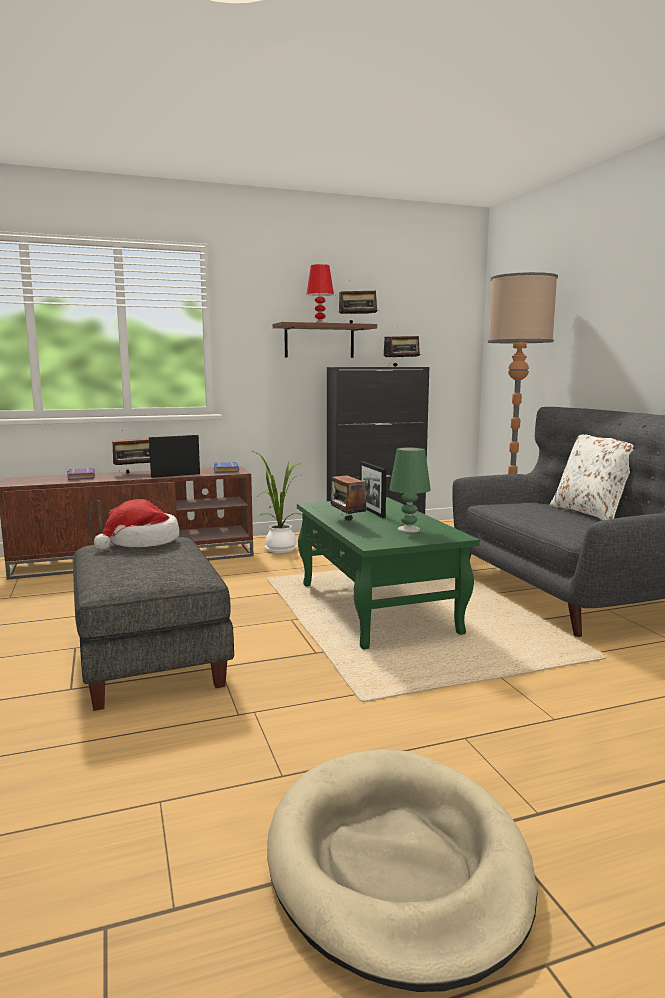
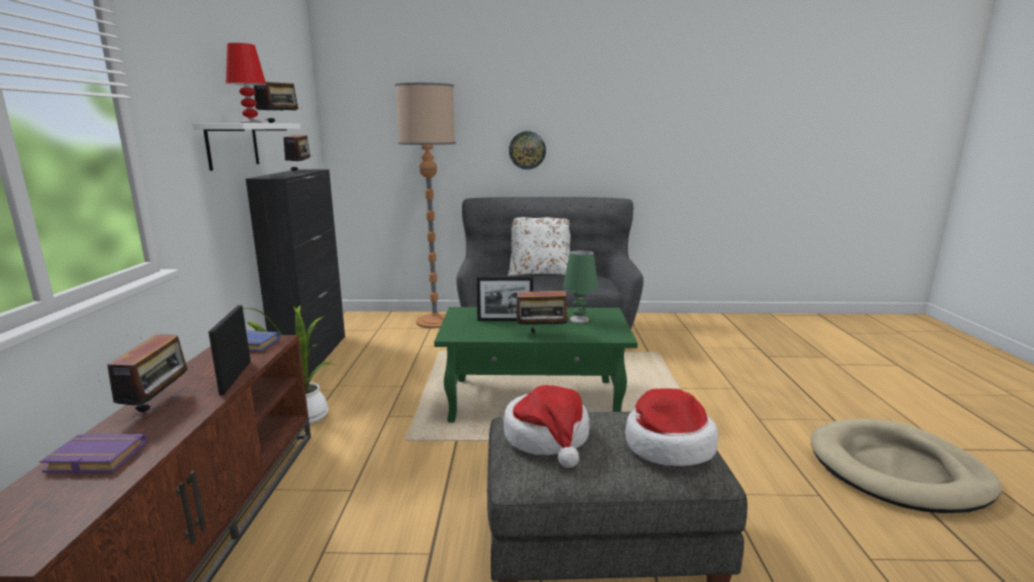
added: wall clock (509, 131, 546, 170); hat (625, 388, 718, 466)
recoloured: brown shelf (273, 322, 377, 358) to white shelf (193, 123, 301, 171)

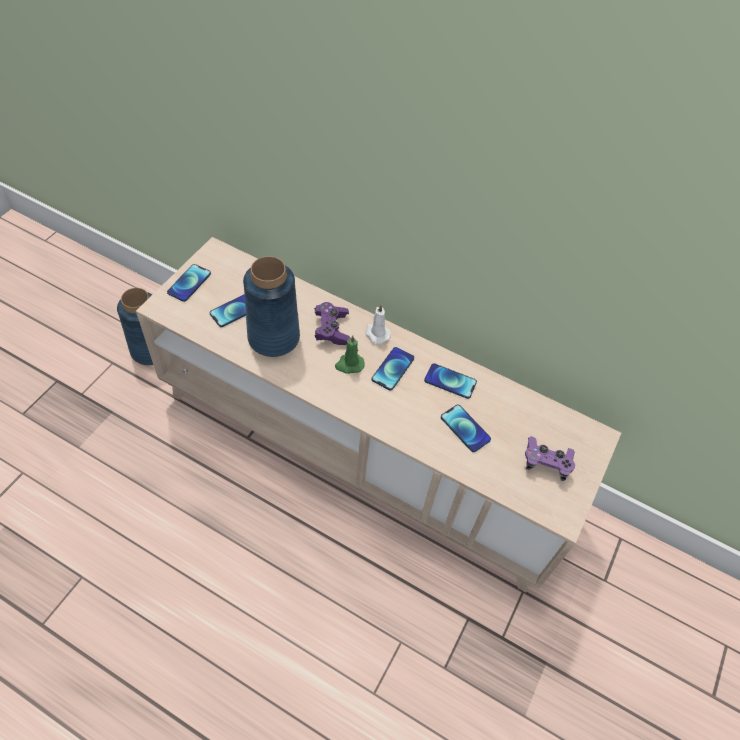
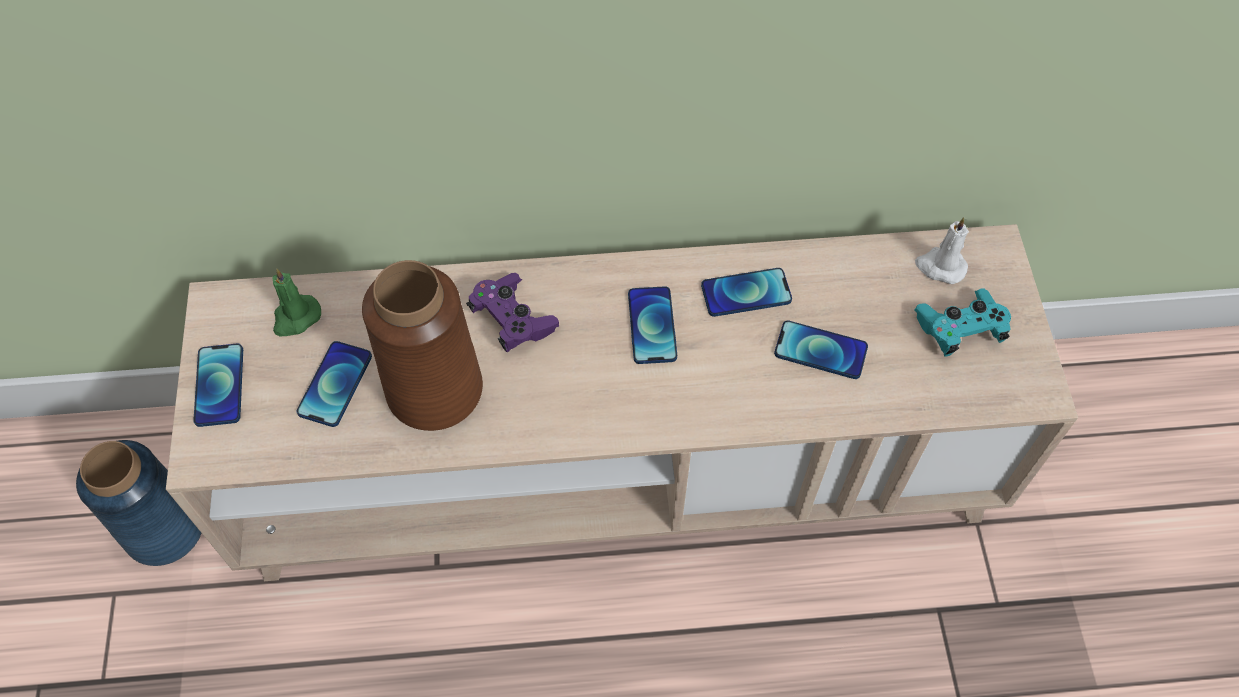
moved: green candle (335, 335, 365, 374) to (273, 268, 321, 336); white candle (365, 305, 391, 344) to (915, 217, 969, 284)
recoloured: blue vase (243, 256, 300, 357) to brown vase (362, 260, 483, 431); purple game controller (525, 436, 575, 481) to turquoise game controller (914, 289, 1011, 357)

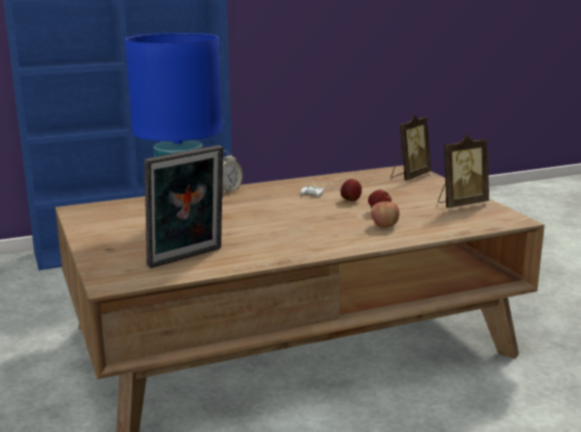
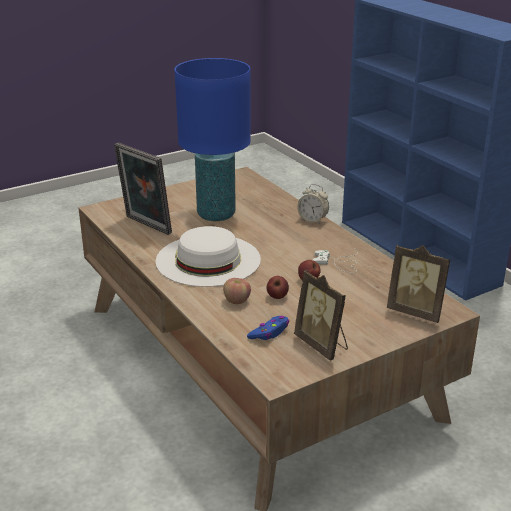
added: white hat (156, 226, 261, 287); blue game controller (247, 316, 289, 340)

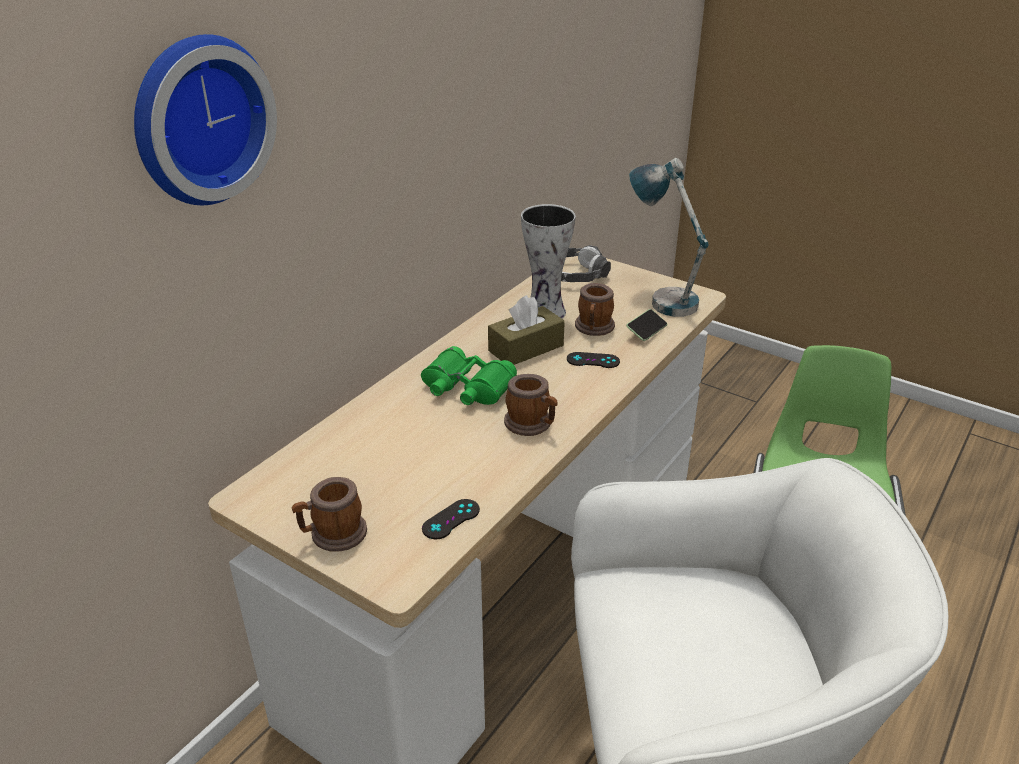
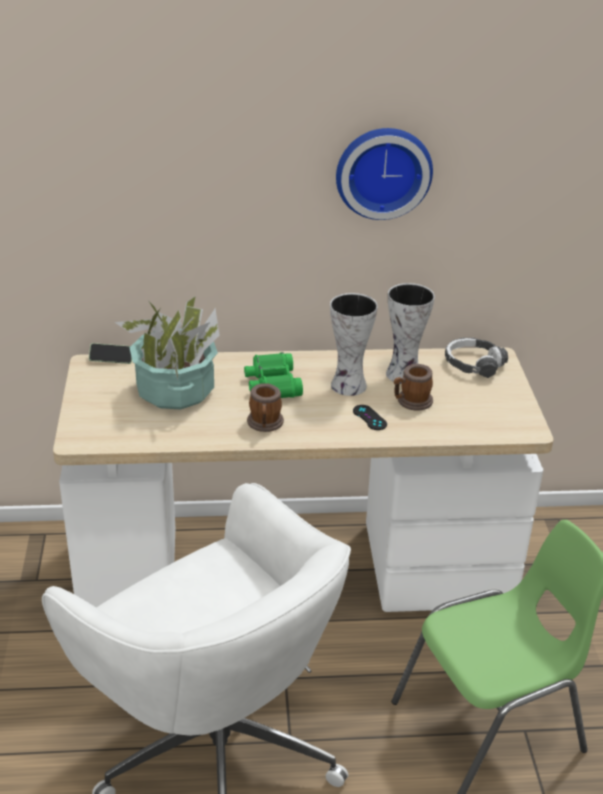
removed: mug (292, 477, 367, 552); black game controller (422, 499, 480, 539); table lamp (629, 158, 709, 317)
added: potted plant (115, 295, 220, 409)
moved: wall clock (134, 34, 277, 205) to (336, 128, 433, 220); phone (626, 309, 668, 341) to (89, 343, 132, 364)
replaced: brown tissue box (488, 295, 565, 365) to vase (330, 293, 378, 396)

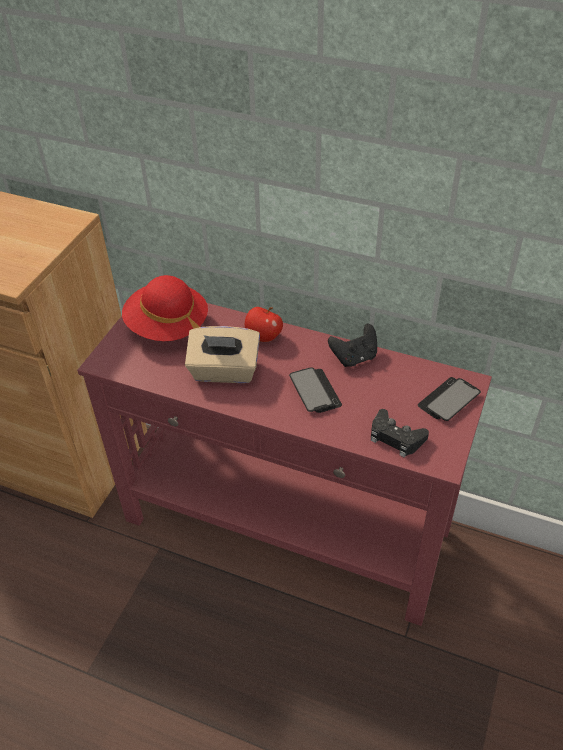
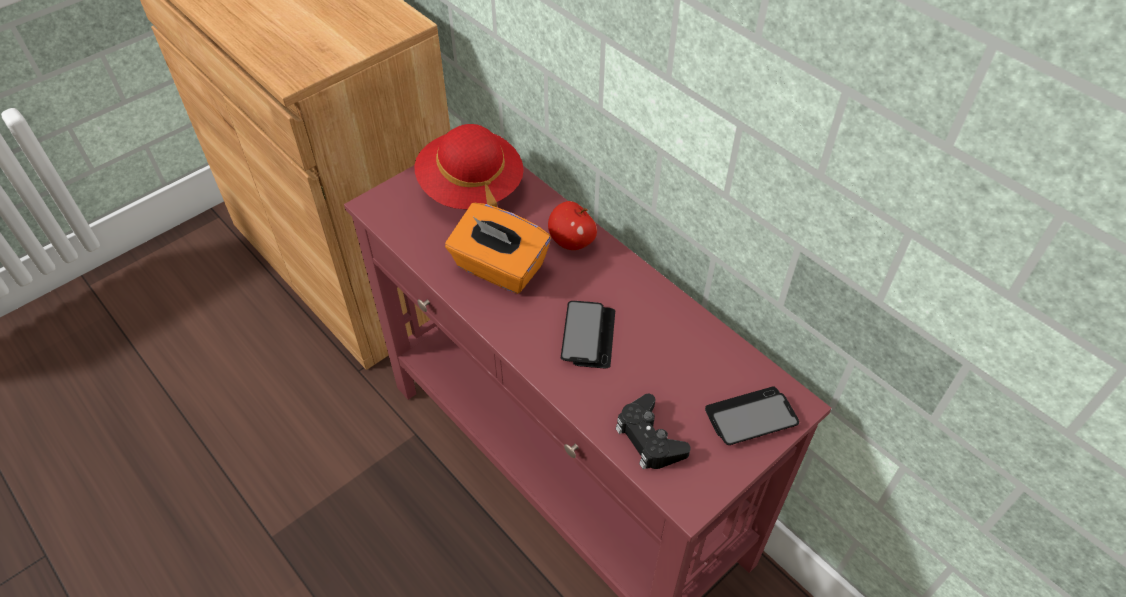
removed: black game controller (328, 324, 377, 367)
recoloured: beige tissue box (185, 326, 260, 383) to orange tissue box (445, 203, 551, 294)

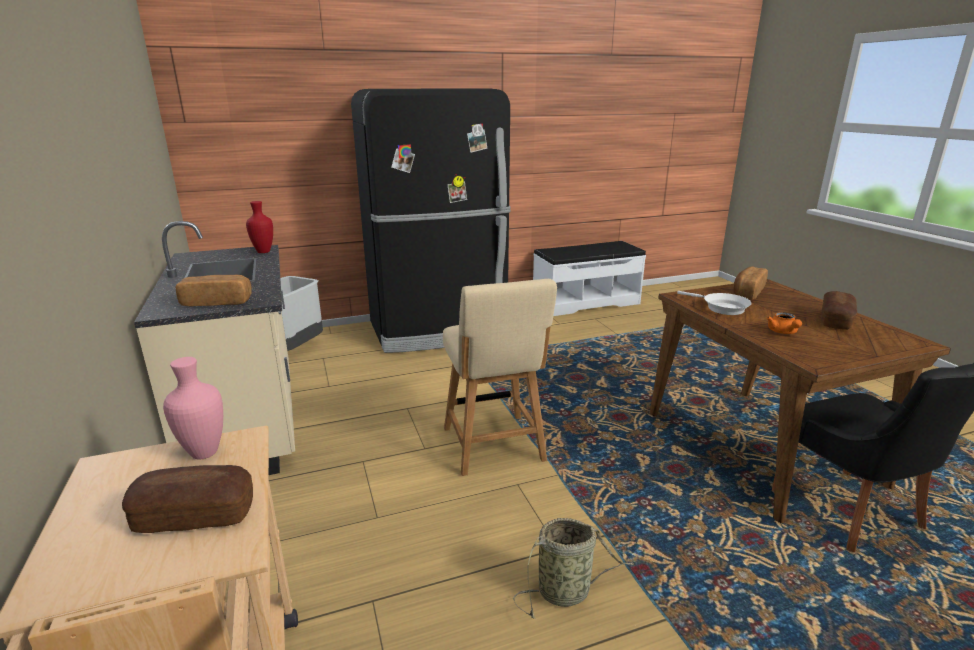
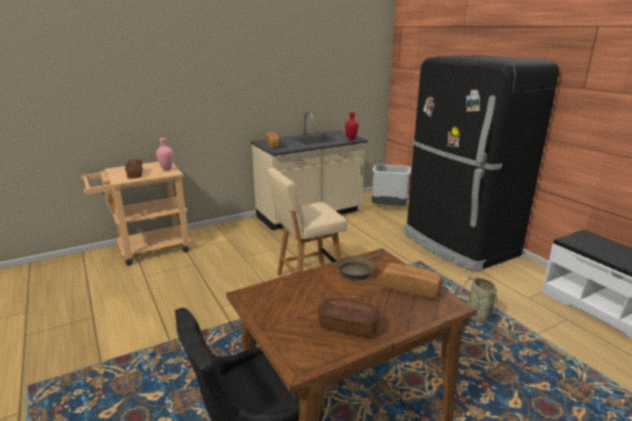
removed: orange teapot (767, 312, 802, 334)
moved: basket (513, 518, 634, 619) to (456, 276, 512, 334)
recoloured: white frying pan (677, 291, 752, 315) to brown frying pan (336, 252, 384, 280)

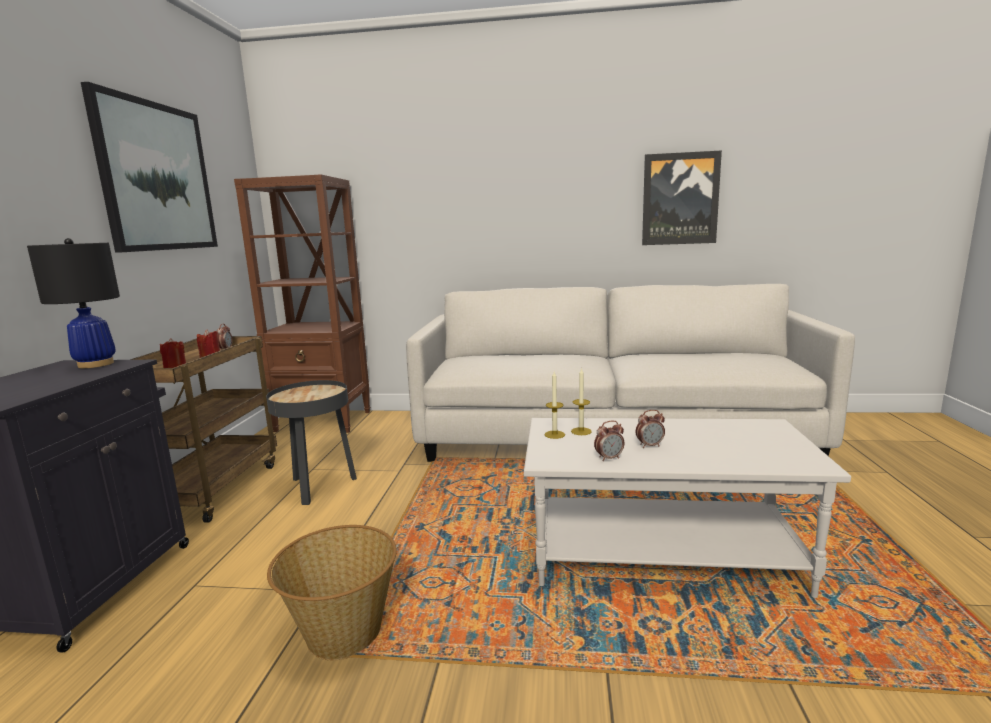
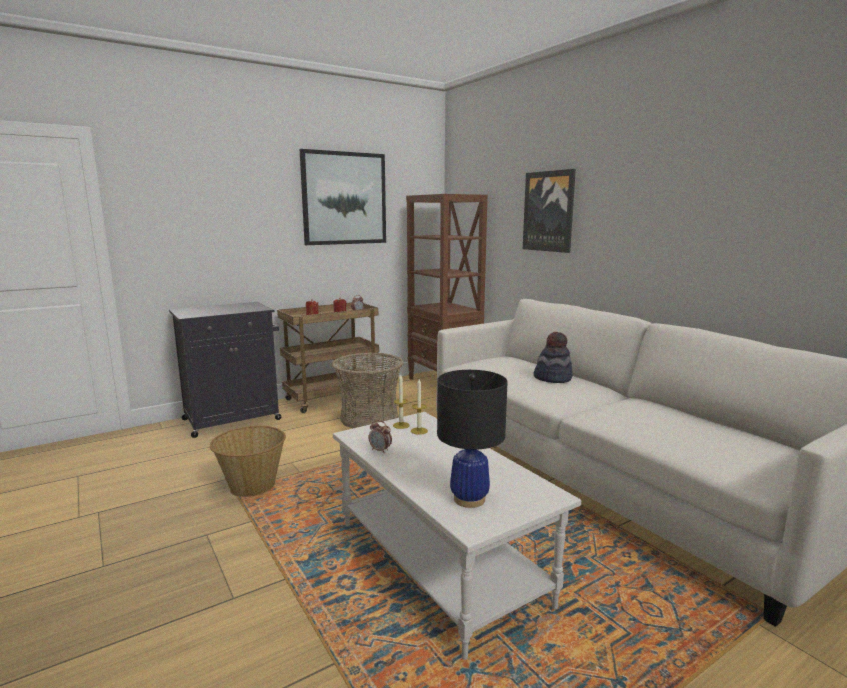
removed: alarm clock (636, 410, 665, 448)
added: hat (533, 332, 573, 383)
moved: black table lamp (27, 238, 120, 368) to (437, 370, 508, 508); picture (642, 150, 722, 245) to (523, 169, 576, 253)
replaced: black side table (266, 380, 357, 505) to basket (332, 352, 404, 429)

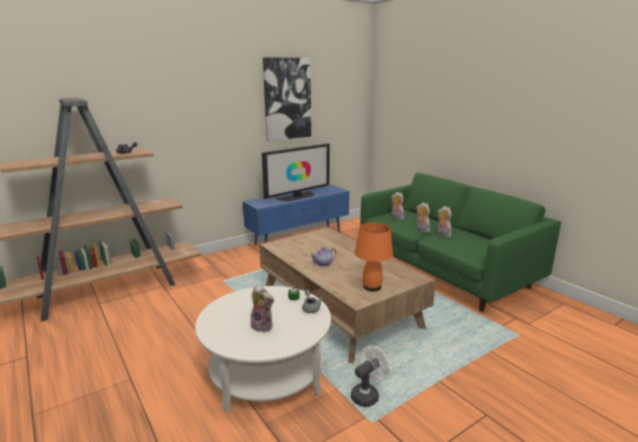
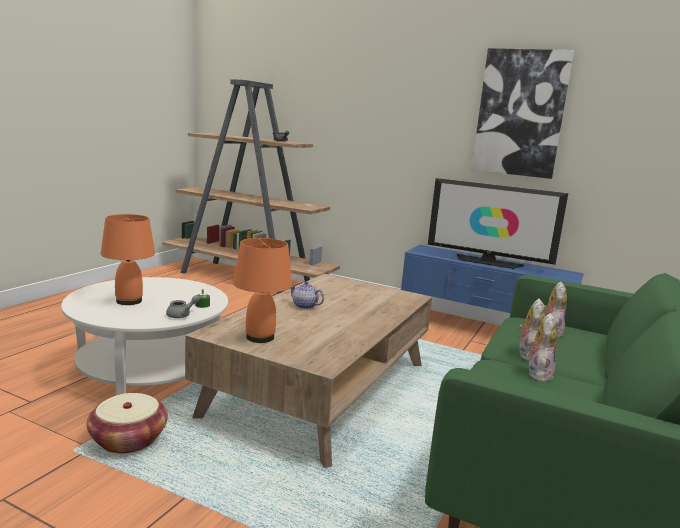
replaced: plush toy (251, 285, 274, 333) to orange table lamp (101, 214, 155, 305); white fan (351, 345, 390, 407) to basket (87, 393, 168, 454)

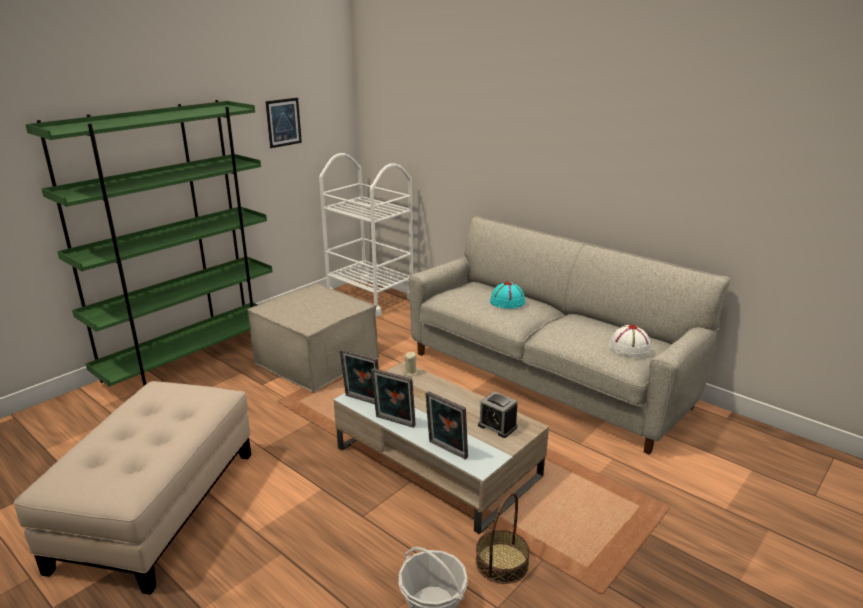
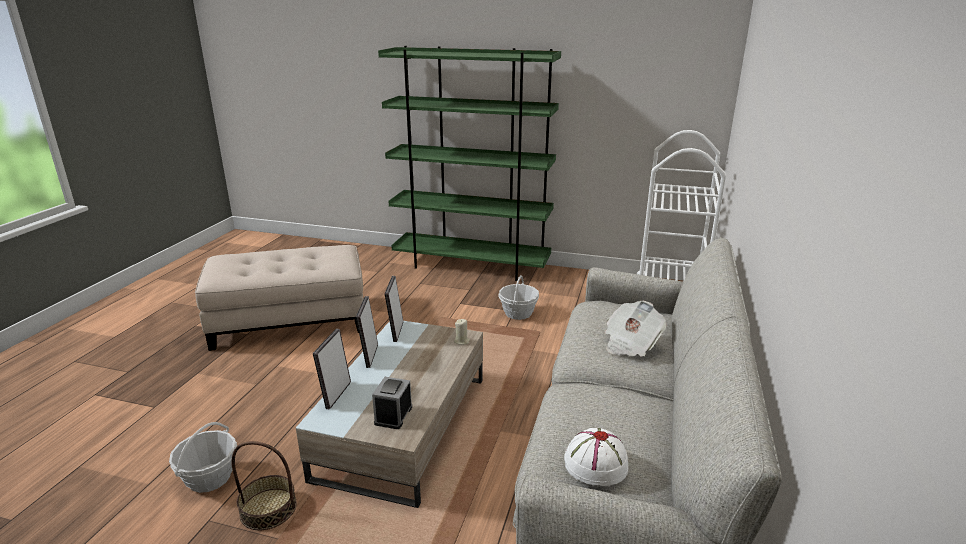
removed: picture (265, 98, 302, 148)
replaced: beige ottoman (247, 283, 379, 393) to basket (498, 275, 539, 320); turquoise hat (490, 282, 525, 309) to newspaper (605, 301, 666, 357)

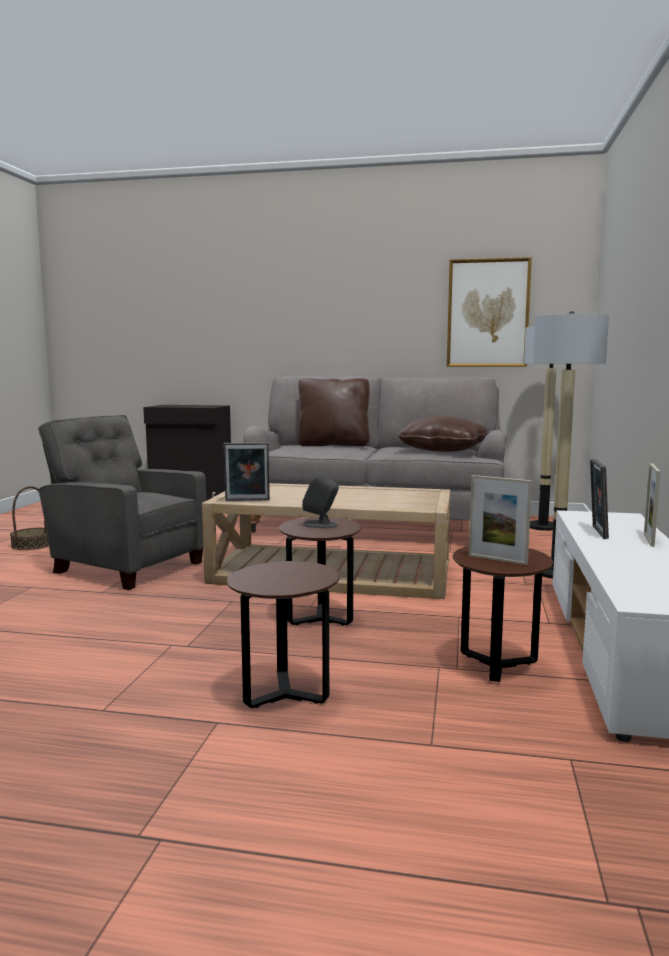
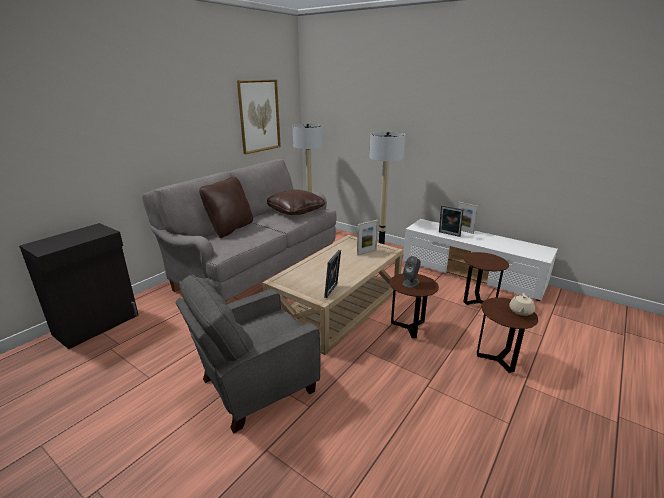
removed: basket (10, 486, 49, 550)
added: beige teapot (509, 293, 535, 316)
moved: picture frame (469, 475, 532, 565) to (357, 220, 378, 255)

